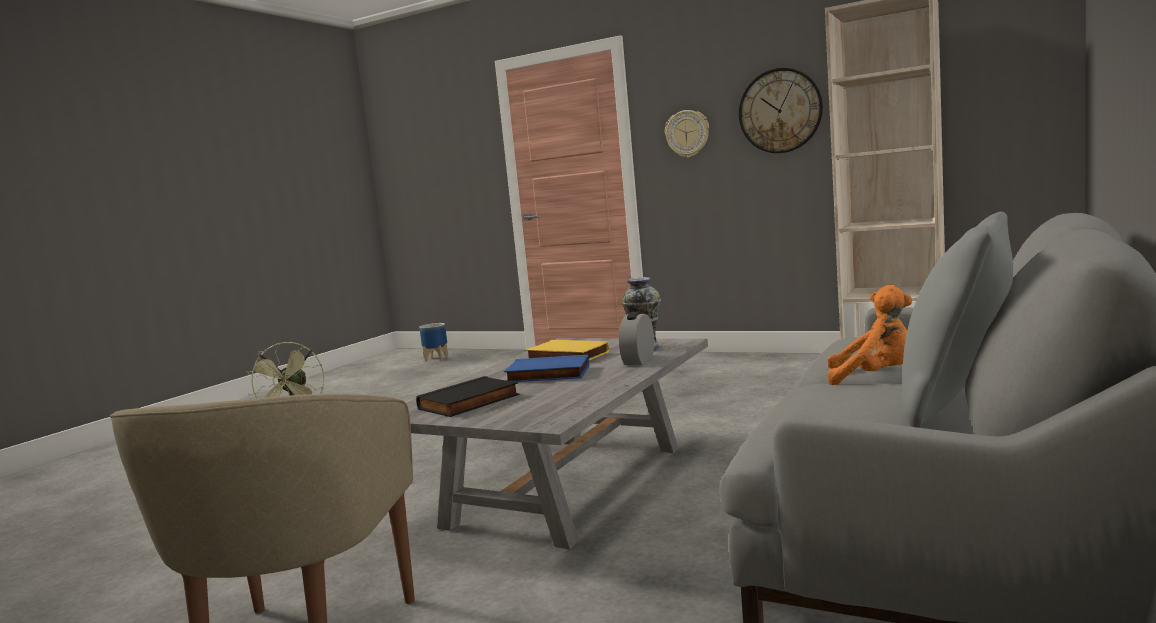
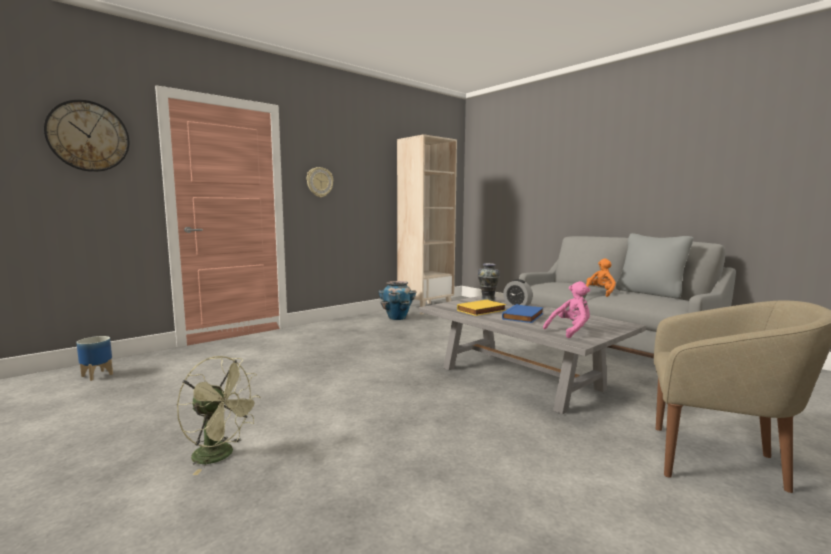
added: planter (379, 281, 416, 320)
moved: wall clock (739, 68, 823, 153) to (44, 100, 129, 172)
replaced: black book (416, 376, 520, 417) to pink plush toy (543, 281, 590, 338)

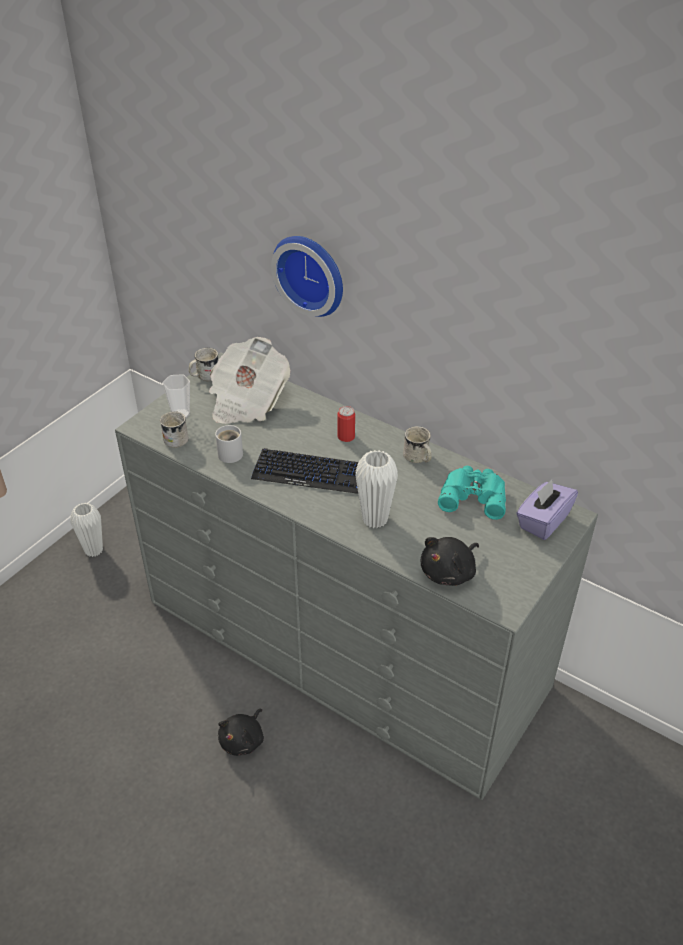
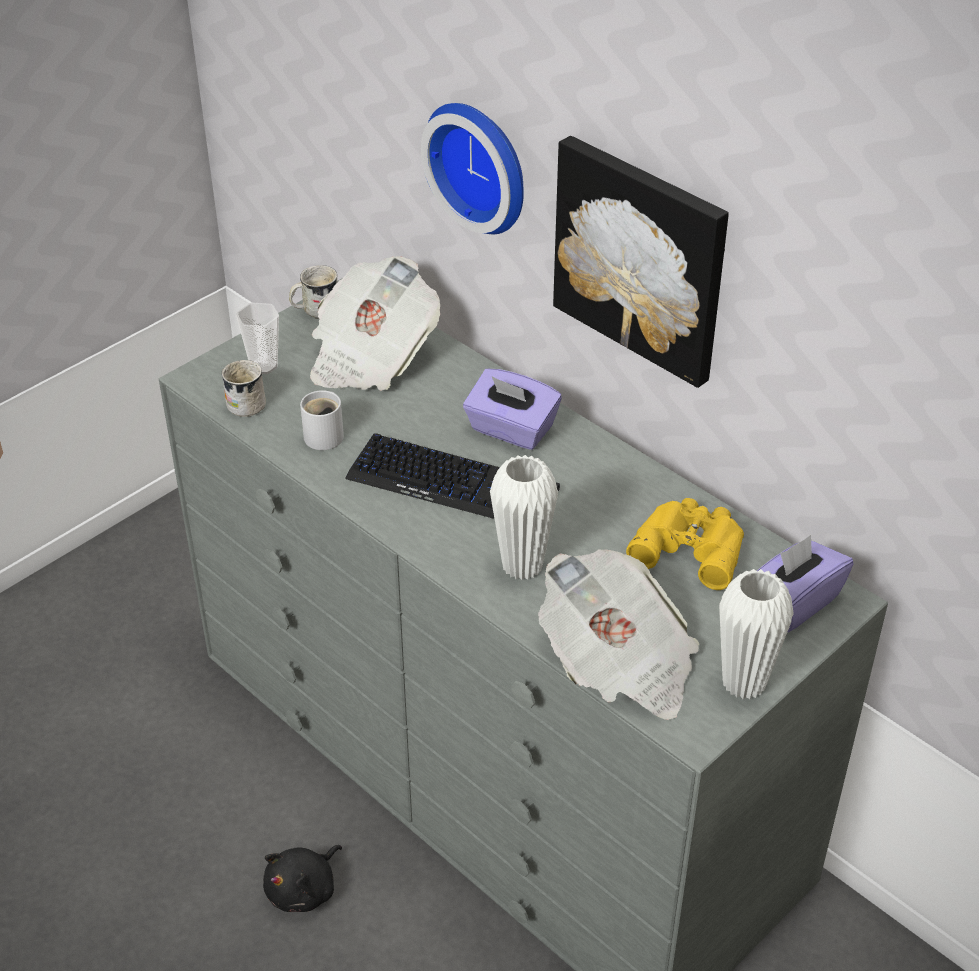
removed: white mug (403, 426, 432, 463)
added: picture (553, 136, 729, 388)
moved: white vase (70, 503, 103, 557) to (719, 569, 794, 699)
replaced: can (337, 406, 355, 442) to purple tissue box (463, 369, 562, 450); black plush toy (421, 537, 479, 586) to newspaper (538, 549, 699, 720)
recoloured: turquoise binoculars (438, 466, 506, 520) to yellow binoculars (626, 498, 744, 590)

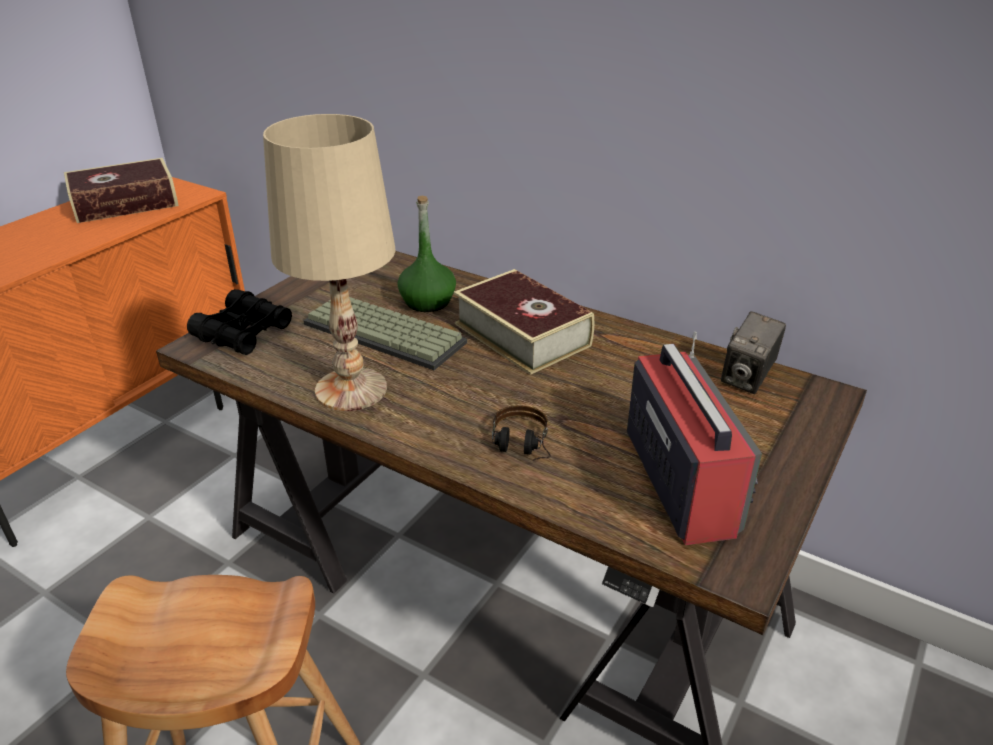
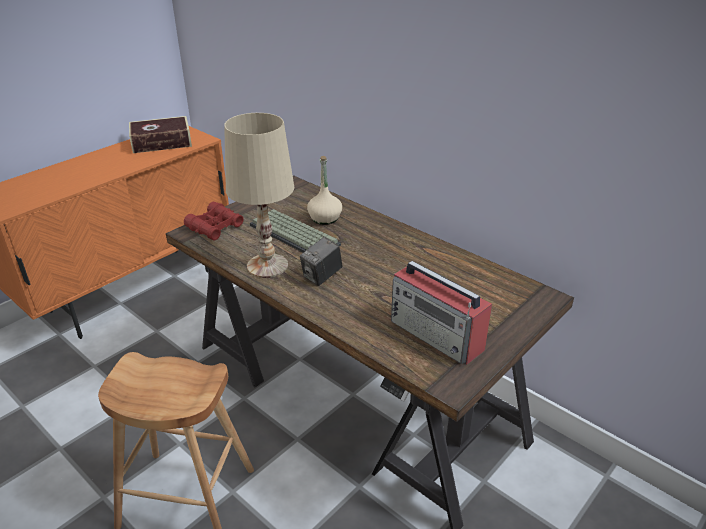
removed: book (454, 269, 594, 375); headphones (492, 405, 551, 461)
moved: photo camera (721, 311, 786, 394) to (300, 237, 342, 286)
recoloured: black binoculars (187, 289, 292, 355) to red binoculars (184, 202, 244, 240); green bottle (397, 196, 456, 312) to beige bottle (307, 156, 342, 225)
turned: radio (627, 332, 762, 545) = (391, 261, 492, 364) 135 degrees clockwise

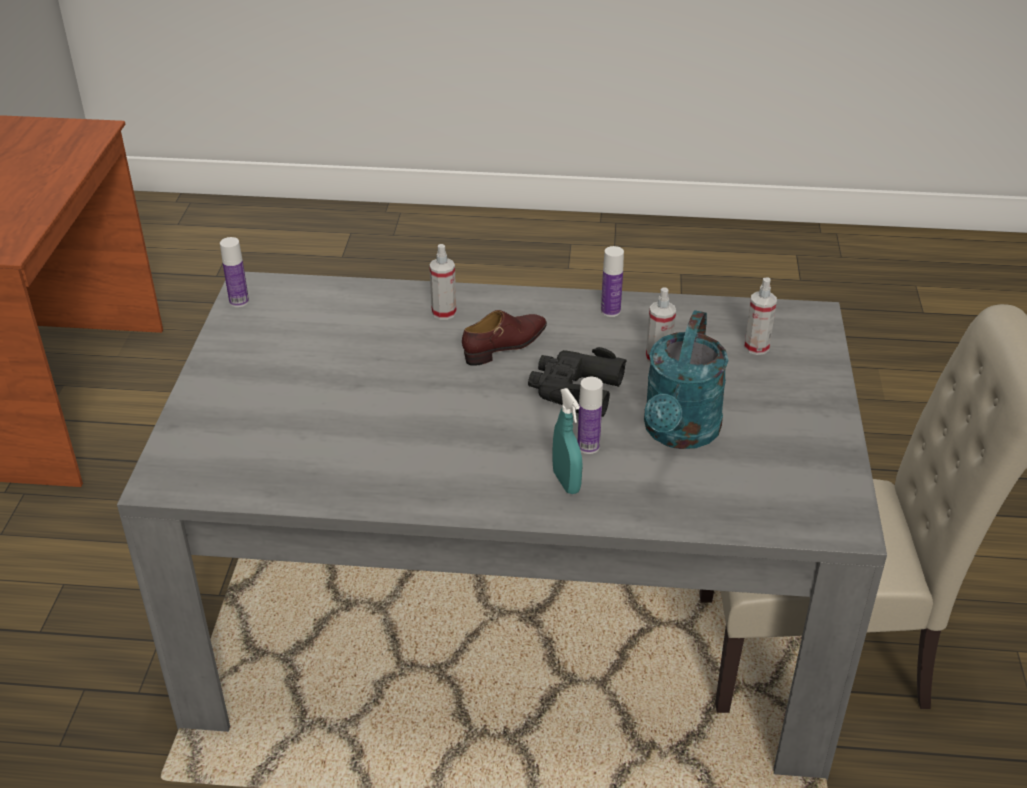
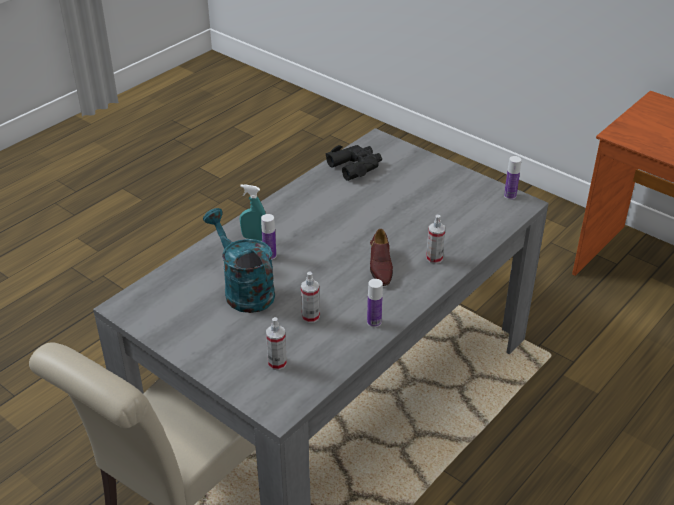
moved: black binoculars (528, 347, 627, 417) to (326, 145, 382, 181)

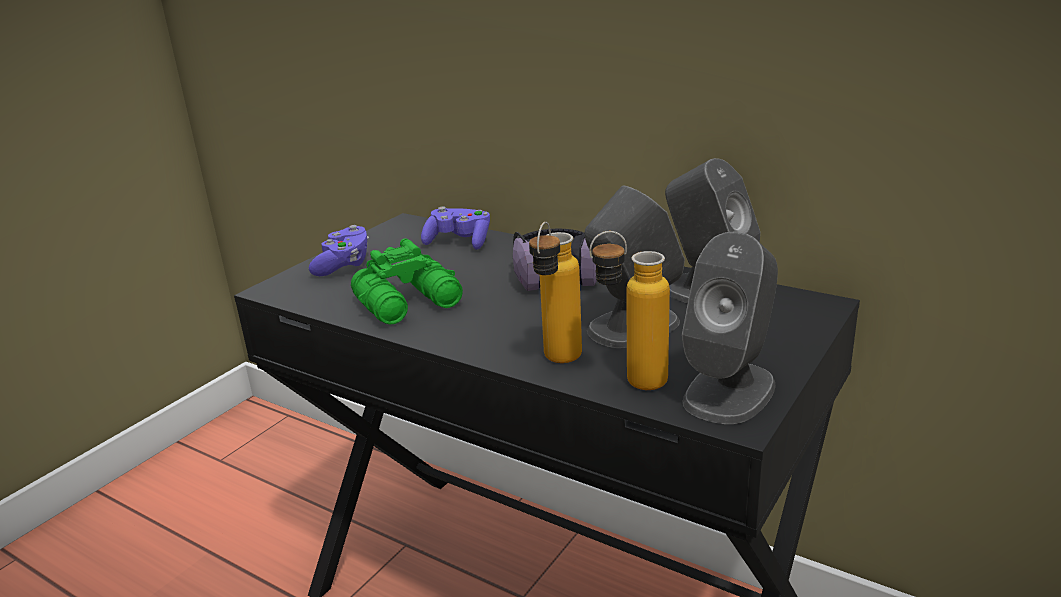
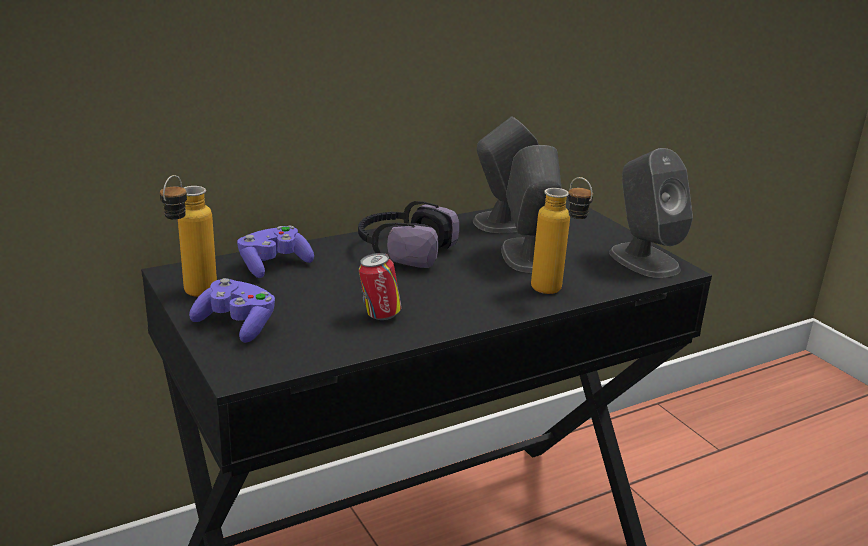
moved: bottle (590, 231, 670, 390) to (160, 175, 217, 297)
replaced: green binoculars (351, 238, 463, 324) to can (359, 253, 402, 320)

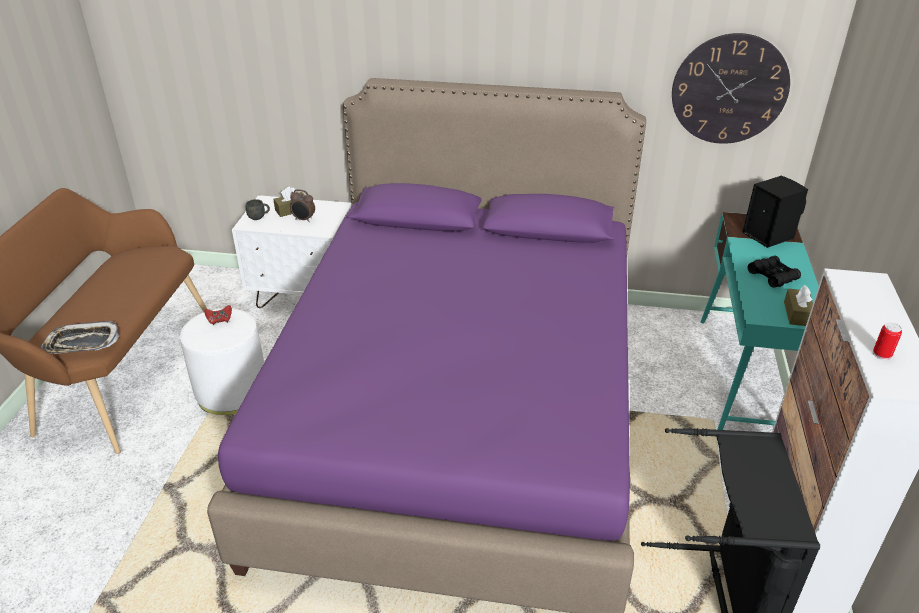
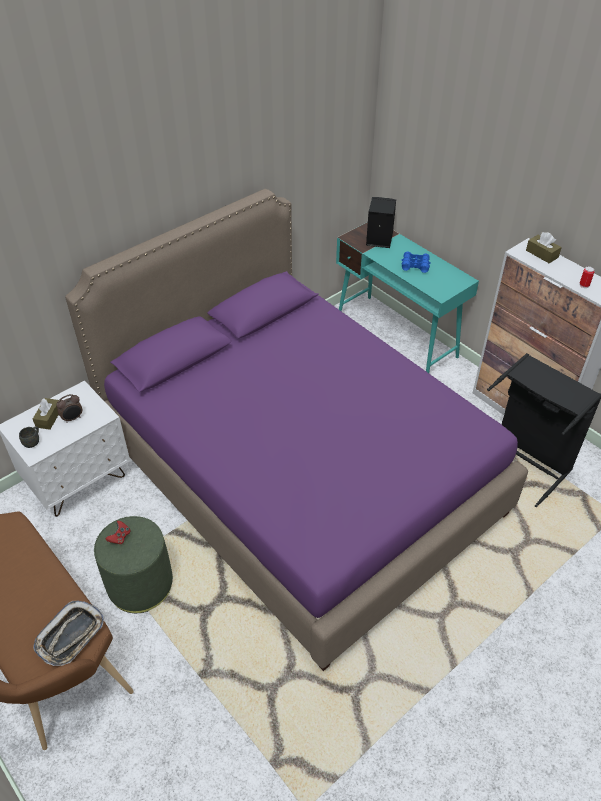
removed: wall clock (672, 33, 790, 144)
moved: brown tissue box (784, 285, 813, 326) to (526, 232, 562, 263)
recoloured: white ottoman (180, 308, 264, 415) to green ottoman (94, 516, 173, 613); black binoculars (748, 256, 801, 288) to blue binoculars (401, 251, 431, 273)

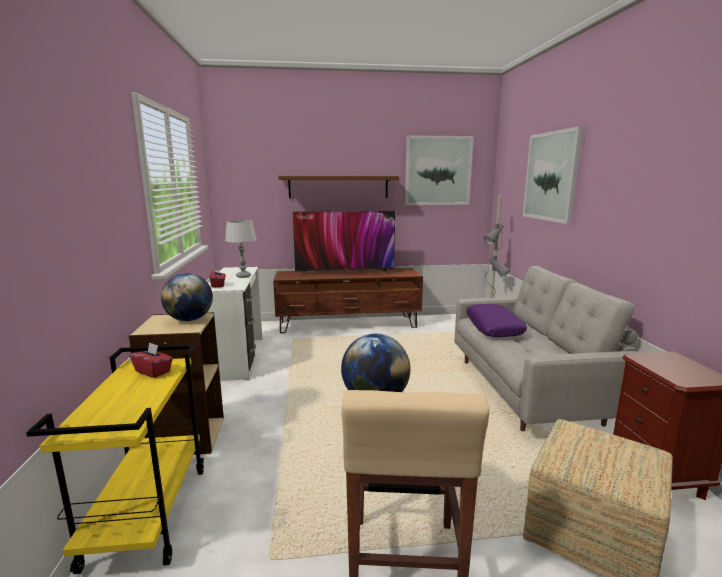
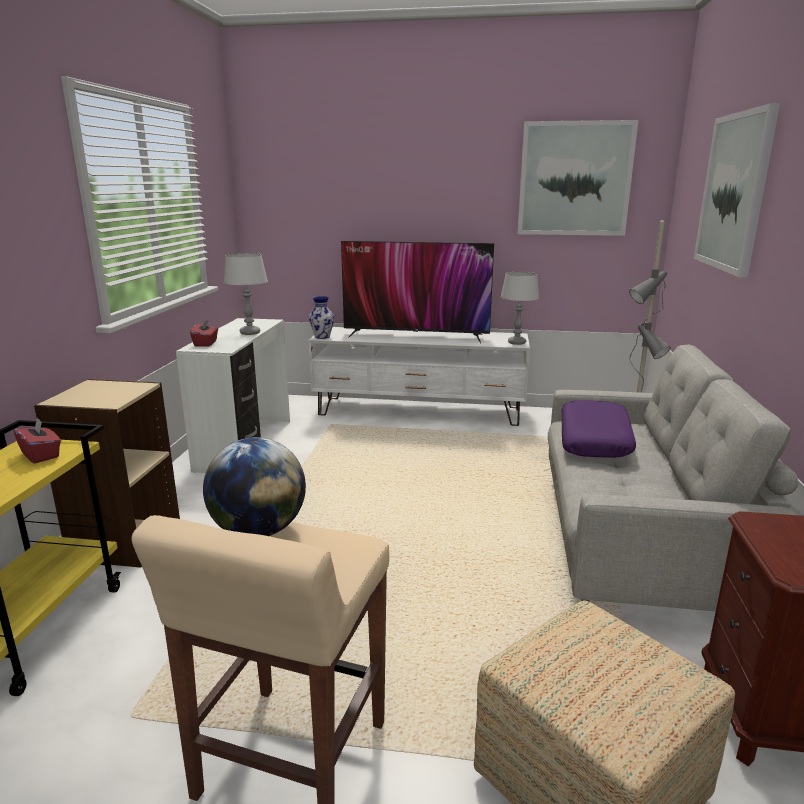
removed: globe (161, 273, 213, 321); brown shelf (278, 176, 399, 198)
added: vase (309, 296, 334, 339); grey table lamp (500, 272, 539, 345)
recoloured: brown tv stand (273, 268, 423, 333) to white tv stand (308, 327, 530, 426)

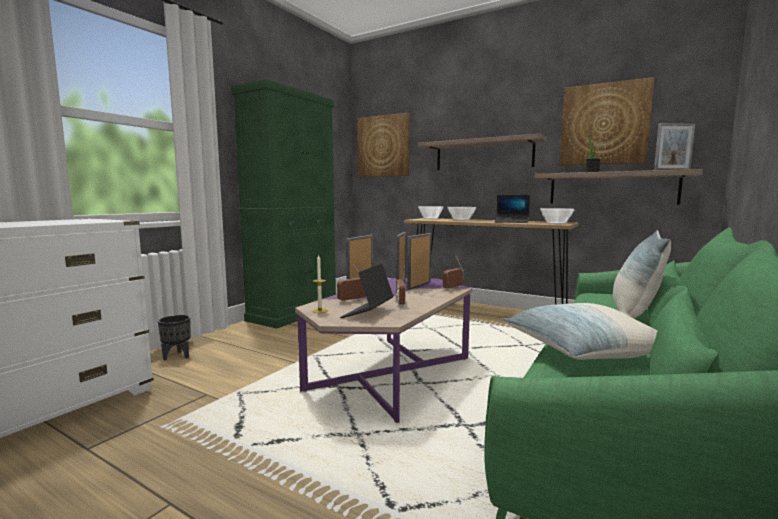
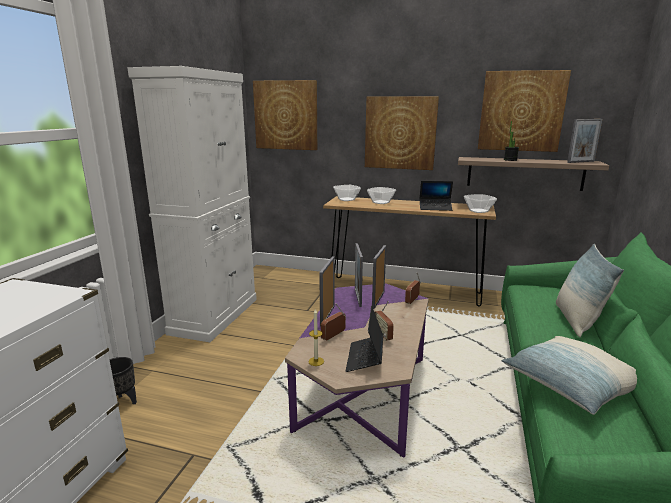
replaced: shelf (418, 134, 547, 170) to picture (365, 96, 439, 170)
recoloured: green cabinet (231, 79, 336, 329) to white cabinet (127, 66, 257, 342)

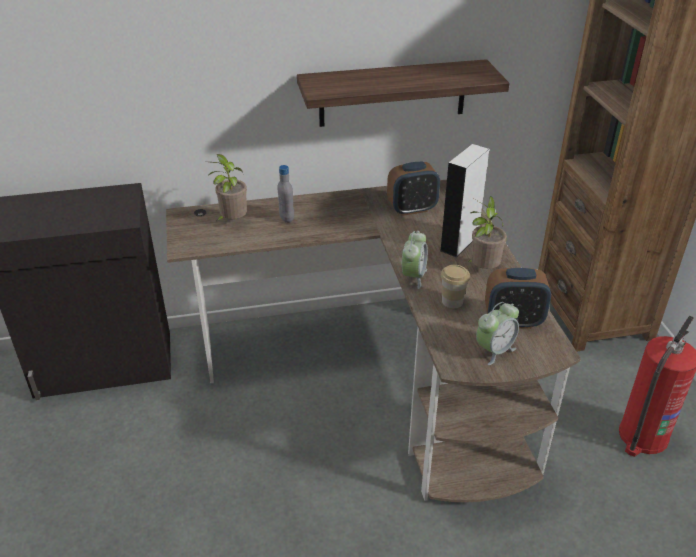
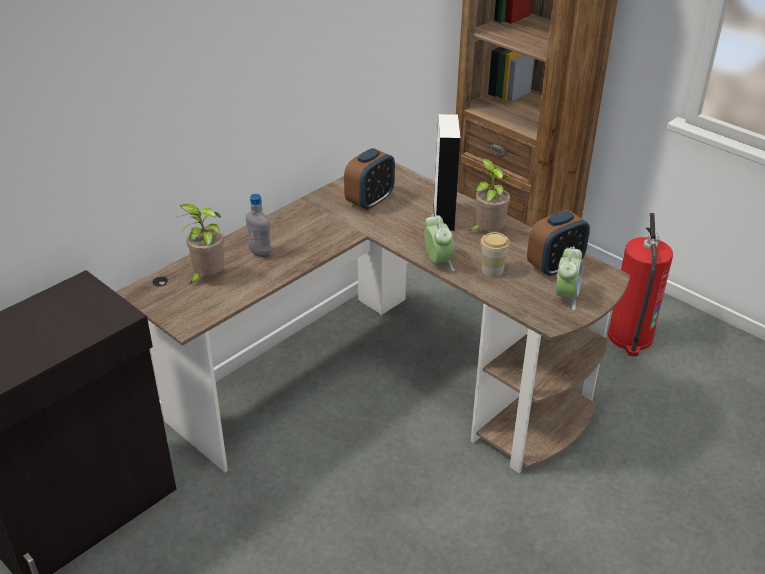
removed: shelf (297, 59, 510, 127)

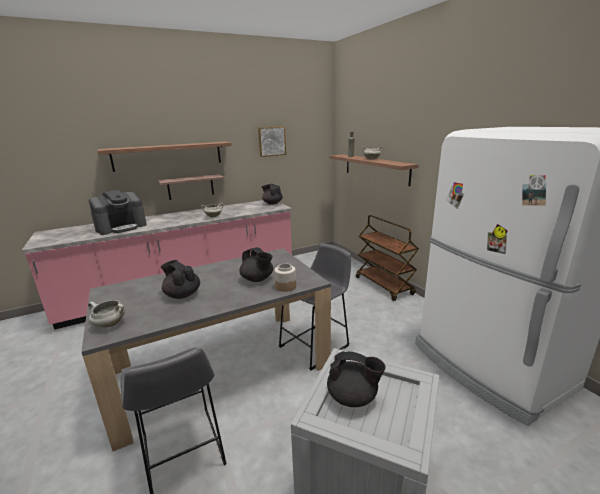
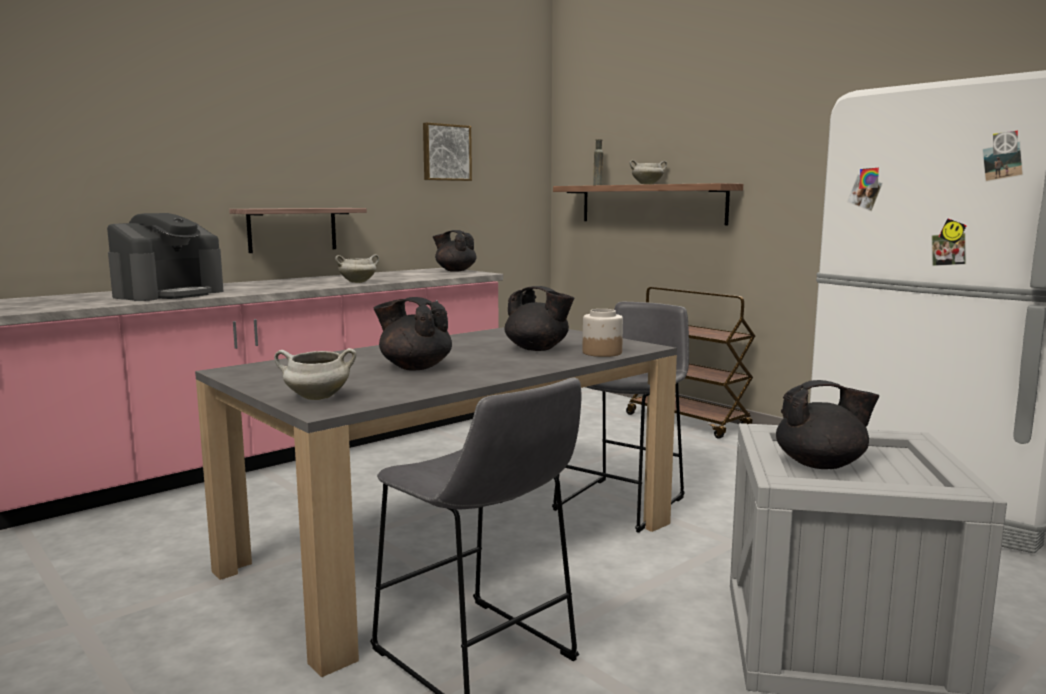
removed: shelf (98, 142, 232, 172)

